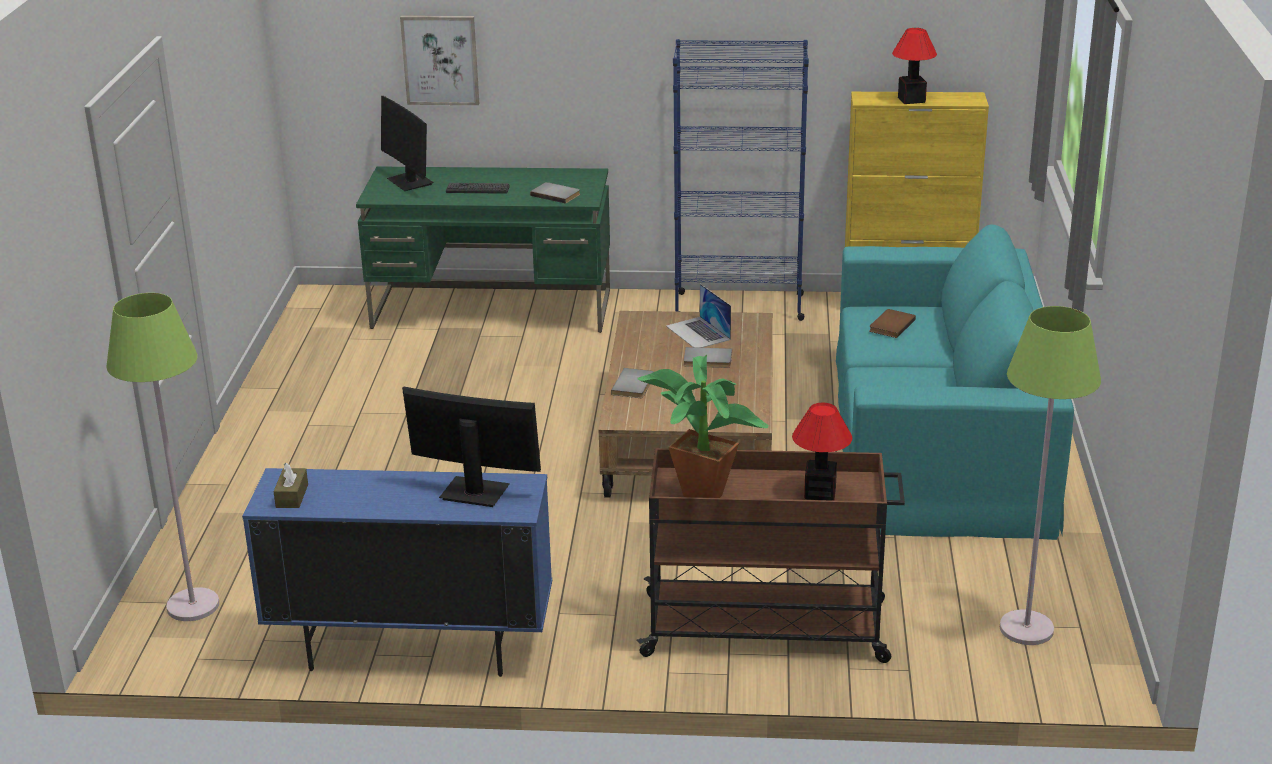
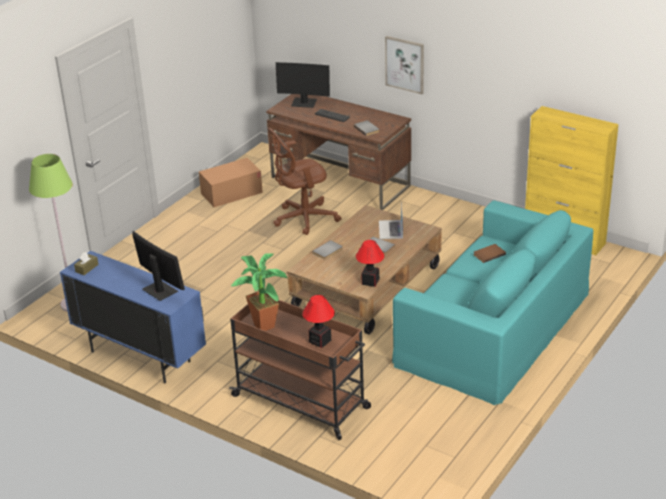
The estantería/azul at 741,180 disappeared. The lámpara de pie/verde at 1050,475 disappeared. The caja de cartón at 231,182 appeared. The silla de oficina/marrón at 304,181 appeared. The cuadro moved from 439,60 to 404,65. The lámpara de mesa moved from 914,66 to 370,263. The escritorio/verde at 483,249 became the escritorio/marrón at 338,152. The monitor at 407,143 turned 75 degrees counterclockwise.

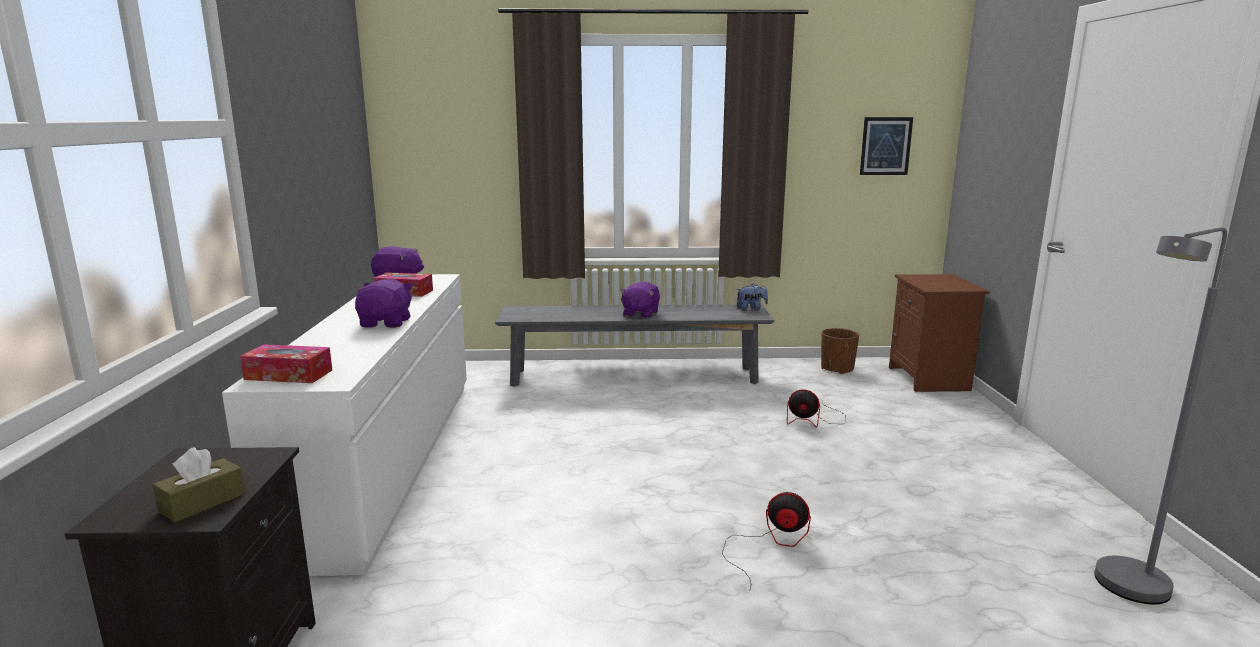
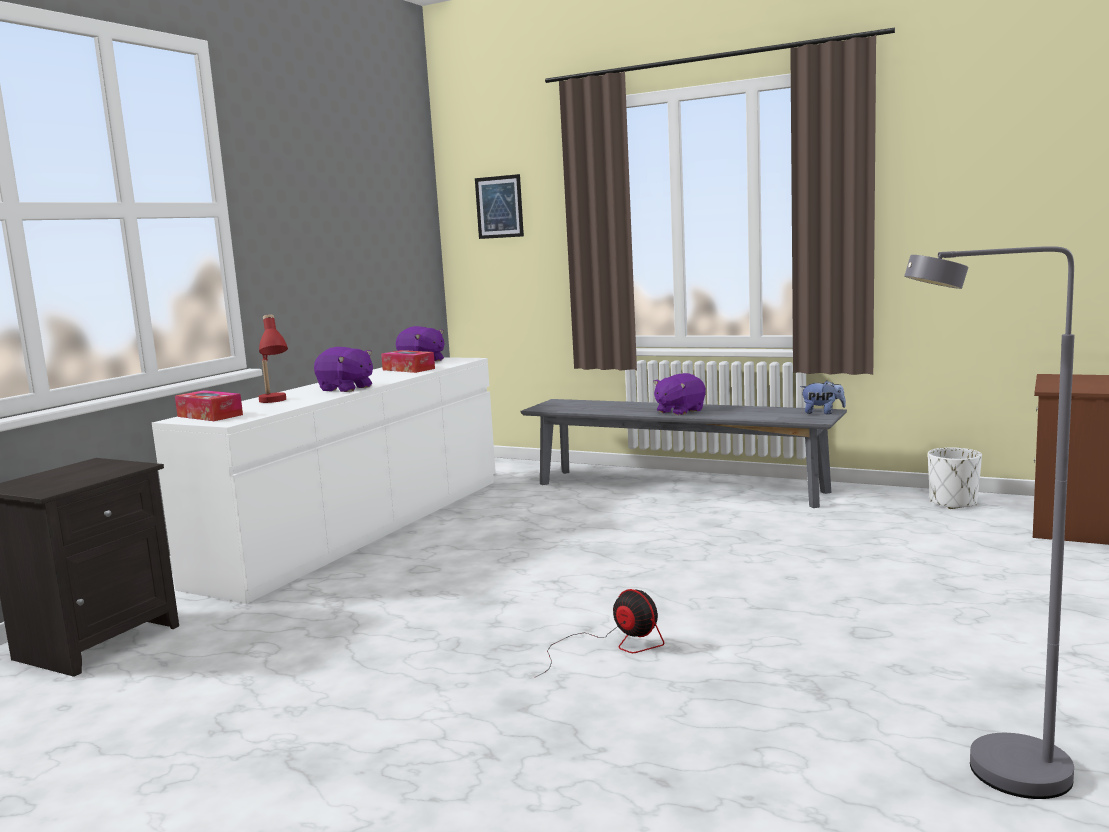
The caja de pañuelos/marrón at 199,484 disappeared. The ventilador at 816,408 disappeared. The lámpara de mesa/rojo at 273,358 appeared. The cuadro moved from 886,146 to 499,206. The maceta/marrón at 840,351 became the maceta/blanco at 955,478. The peluche/morado at 384,303 turned 90 degrees clockwise.

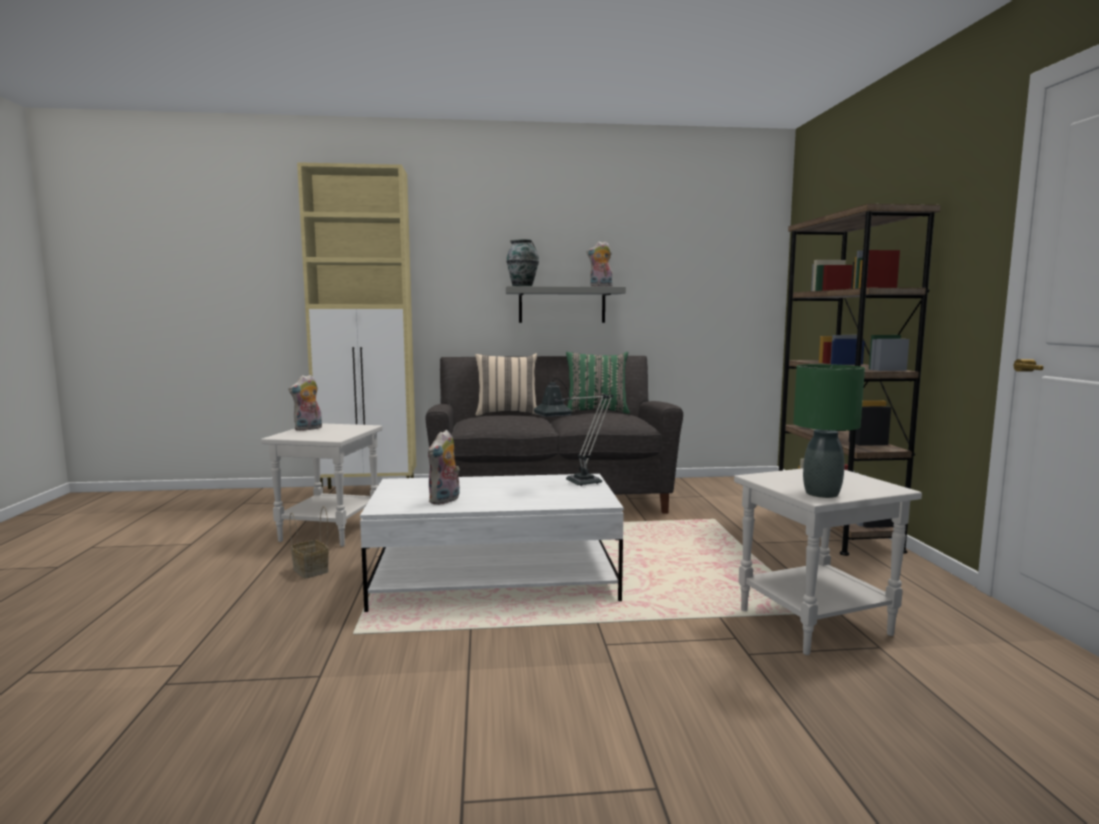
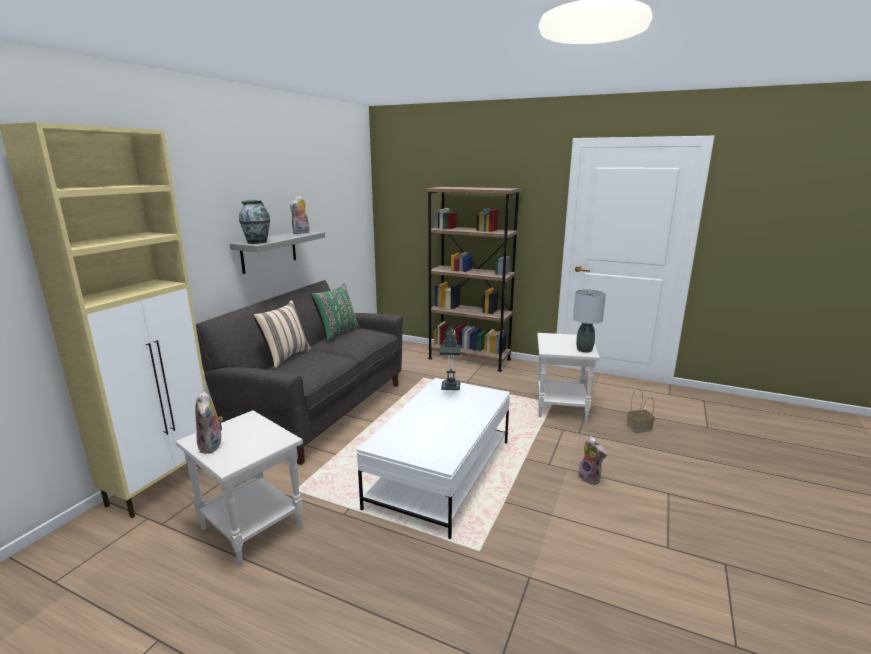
The cesta moved from 309,542 to 641,410. The peluche moved from 444,467 to 592,460. The lámpara de mesa/verde at 829,431 became the lámpara de mesa/gris at 589,321.

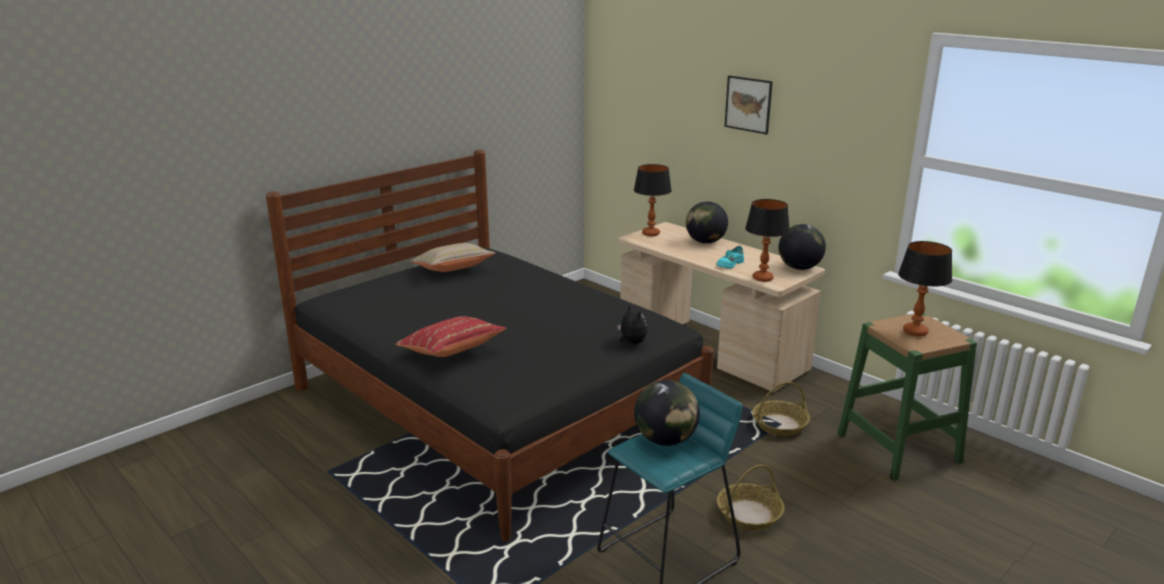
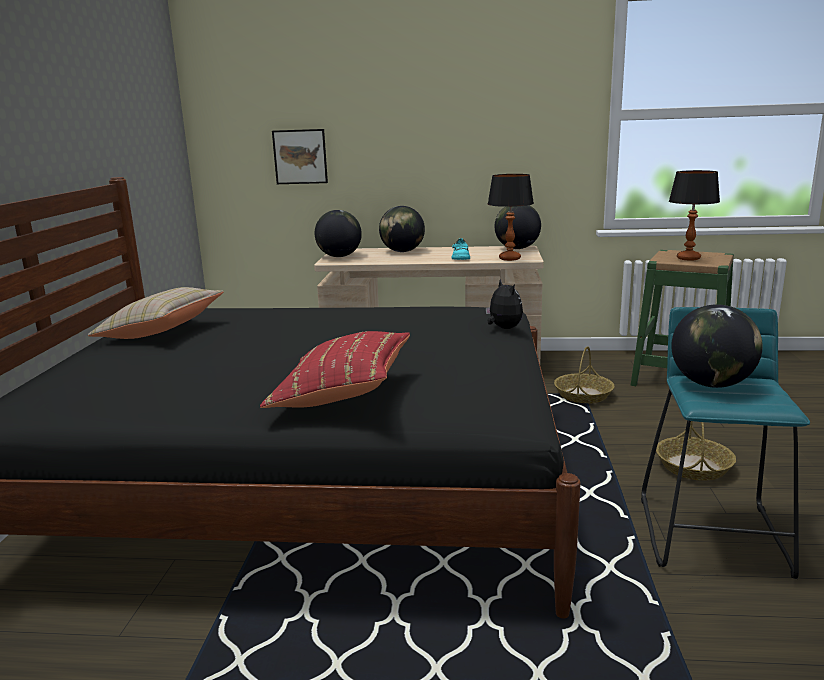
The cuadro moved from 748,105 to 300,156. The lámpara de mesa at 653,200 was replaced by the globo terráqueo at 338,233. The peluche at 632,324 turned 45 degrees clockwise.

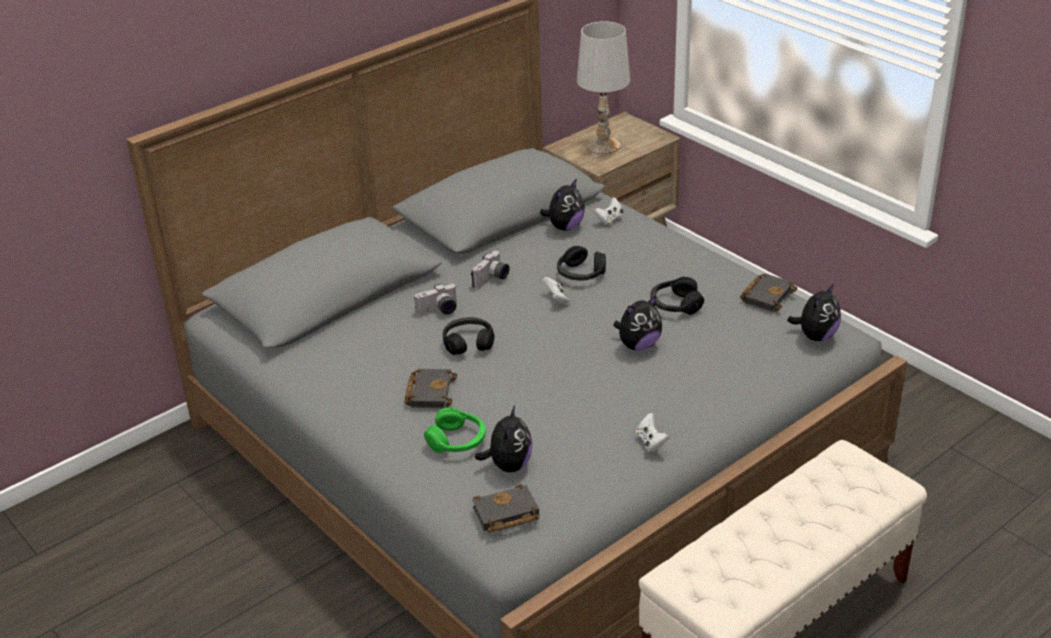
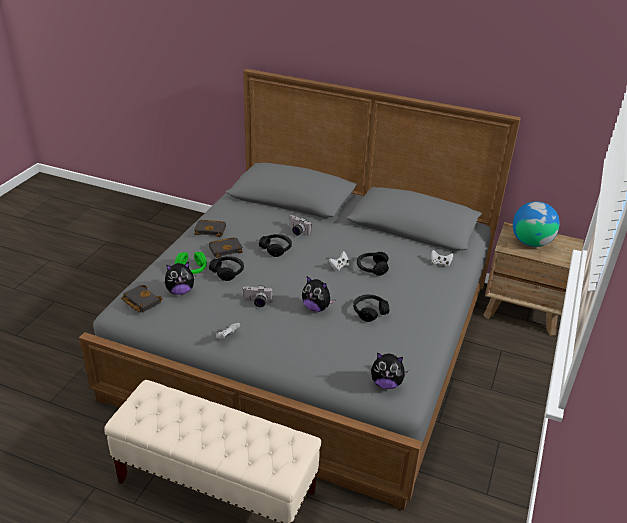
The peluche at 562,205 disappeared. The auriculares/negro at 226,268 appeared. The cámara moved from 490,270 to 258,296. The libro/negro moved from 769,293 to 210,228. The lámpara de mesa/blanco at 603,87 was replaced by the globo terráqueo at 536,224.

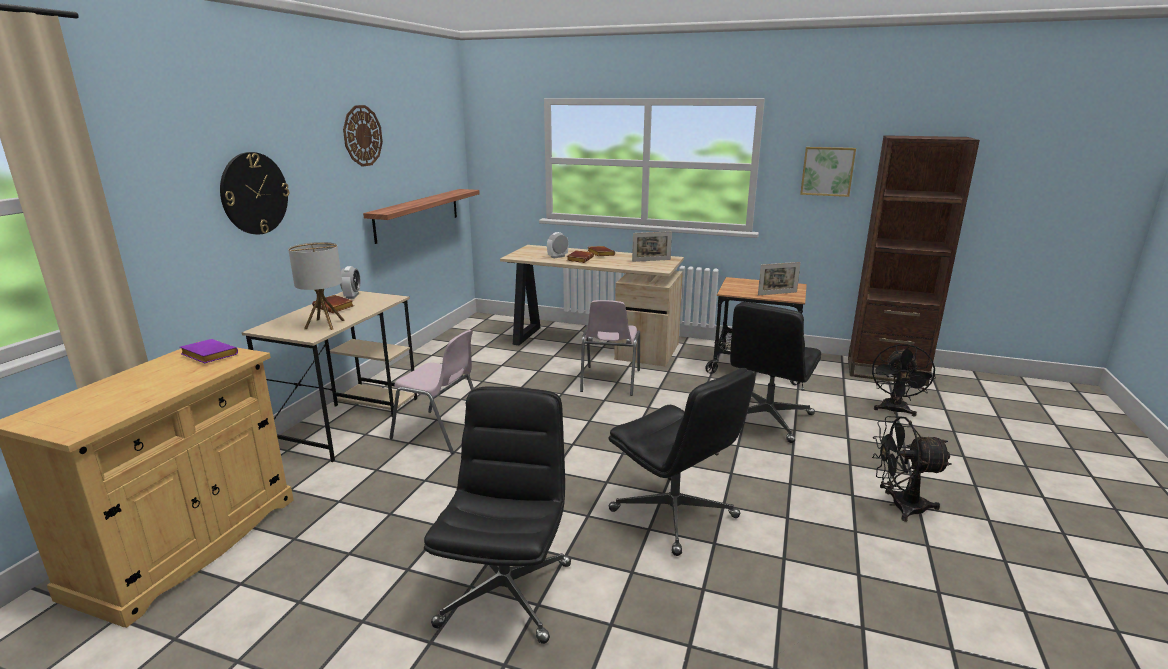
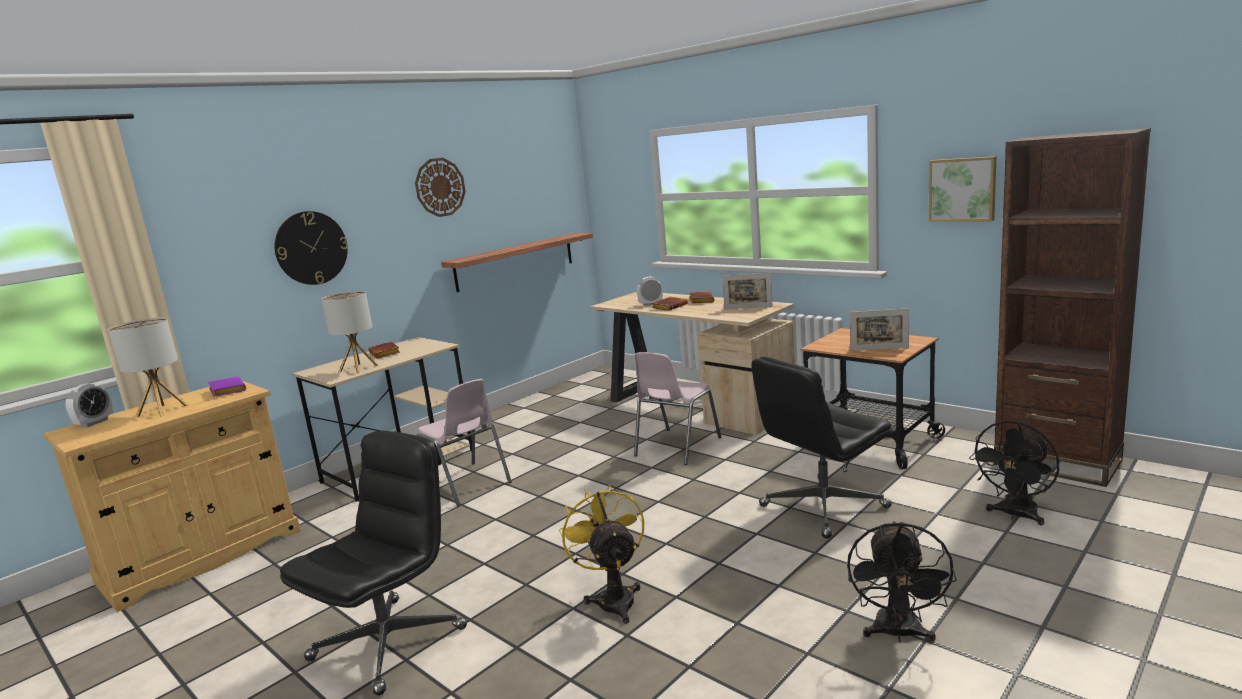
The lámpara de mesa at 148,367 appeared. The despertador moved from 350,282 to 89,405. The silla de oficina/negro at 682,462 was replaced by the ventilador/amarillo at 601,554. The ventilador/negro at 912,469 turned 105 degrees counterclockwise.

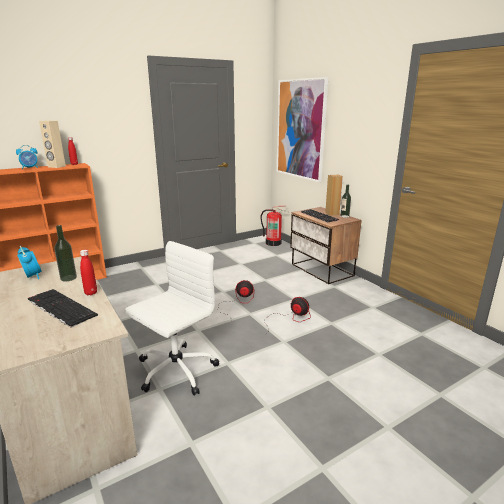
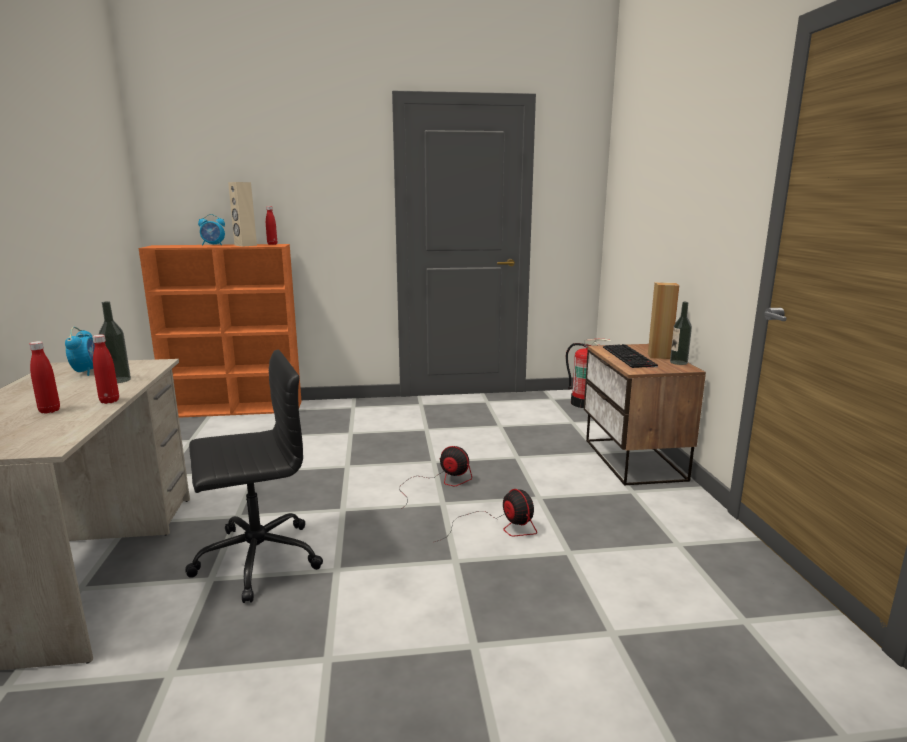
The cuadro at 302,129 disappeared. The teclado at 63,308 was replaced by the botella/rojo at 44,377. The silla de oficina/blanco at 172,318 became the silla de oficina/negro at 254,476.

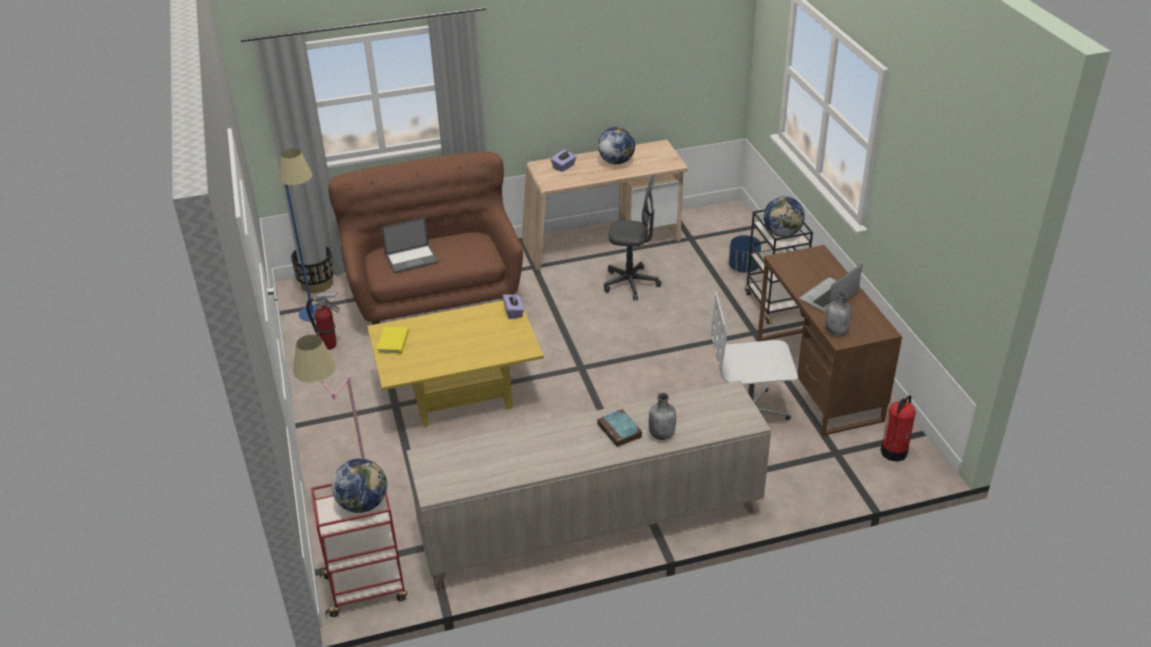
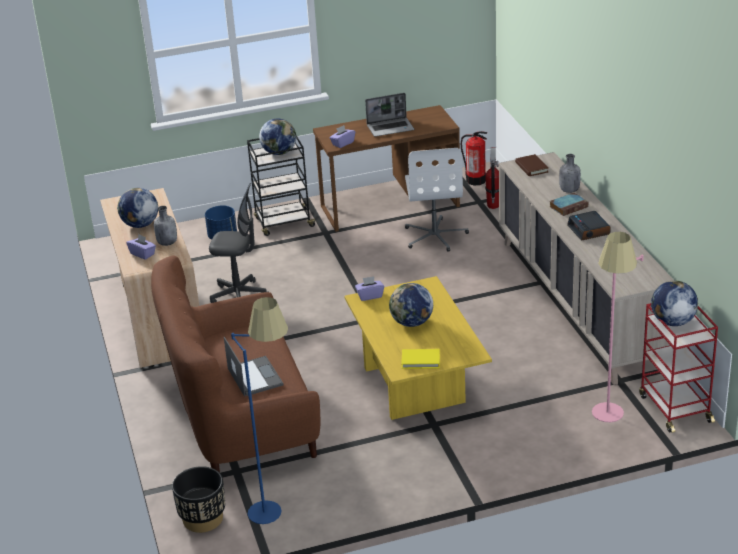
The caja de pañuelos/morado at 342,136 appeared. The globo terráqueo at 411,305 appeared. The libro/marrón at 531,165 appeared. The despertador at 589,226 appeared. The extintor moved from 323,321 to 492,178. The botella/gris moved from 838,313 to 165,226. The silla de oficina/gris at 632,238 turned 90 degrees clockwise. The portátil at 830,288 turned 60 degrees counterclockwise.

